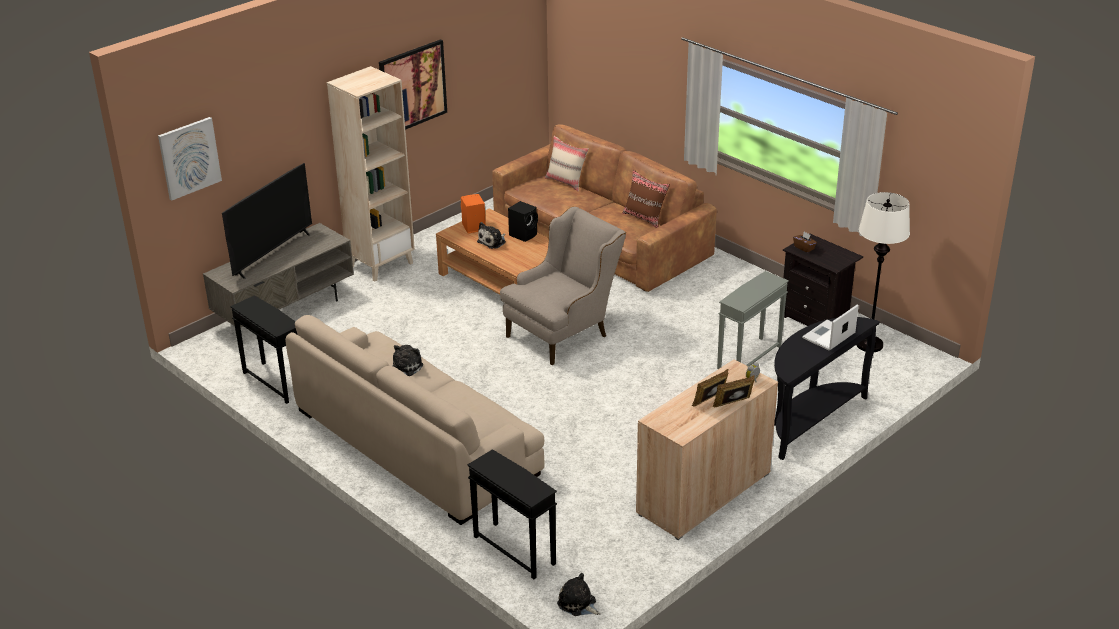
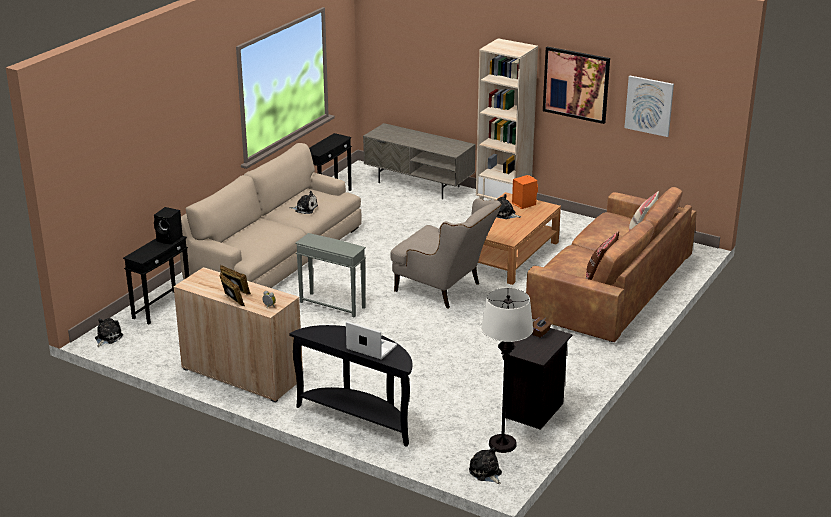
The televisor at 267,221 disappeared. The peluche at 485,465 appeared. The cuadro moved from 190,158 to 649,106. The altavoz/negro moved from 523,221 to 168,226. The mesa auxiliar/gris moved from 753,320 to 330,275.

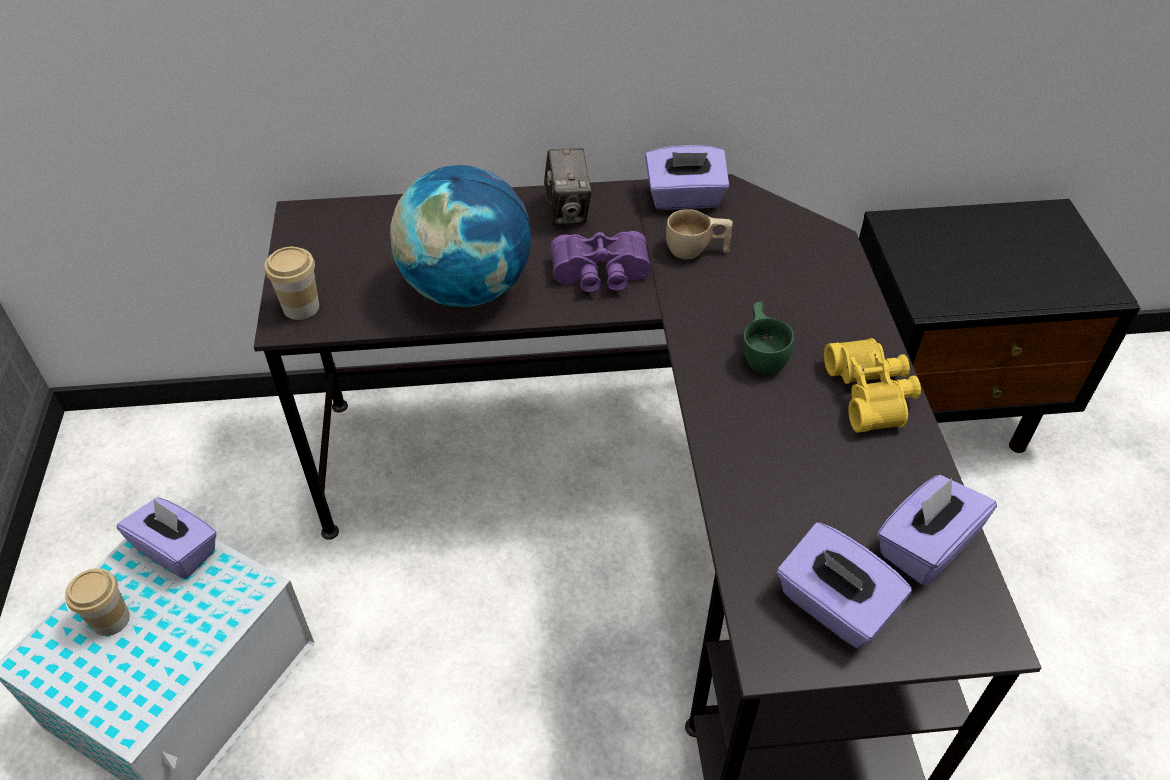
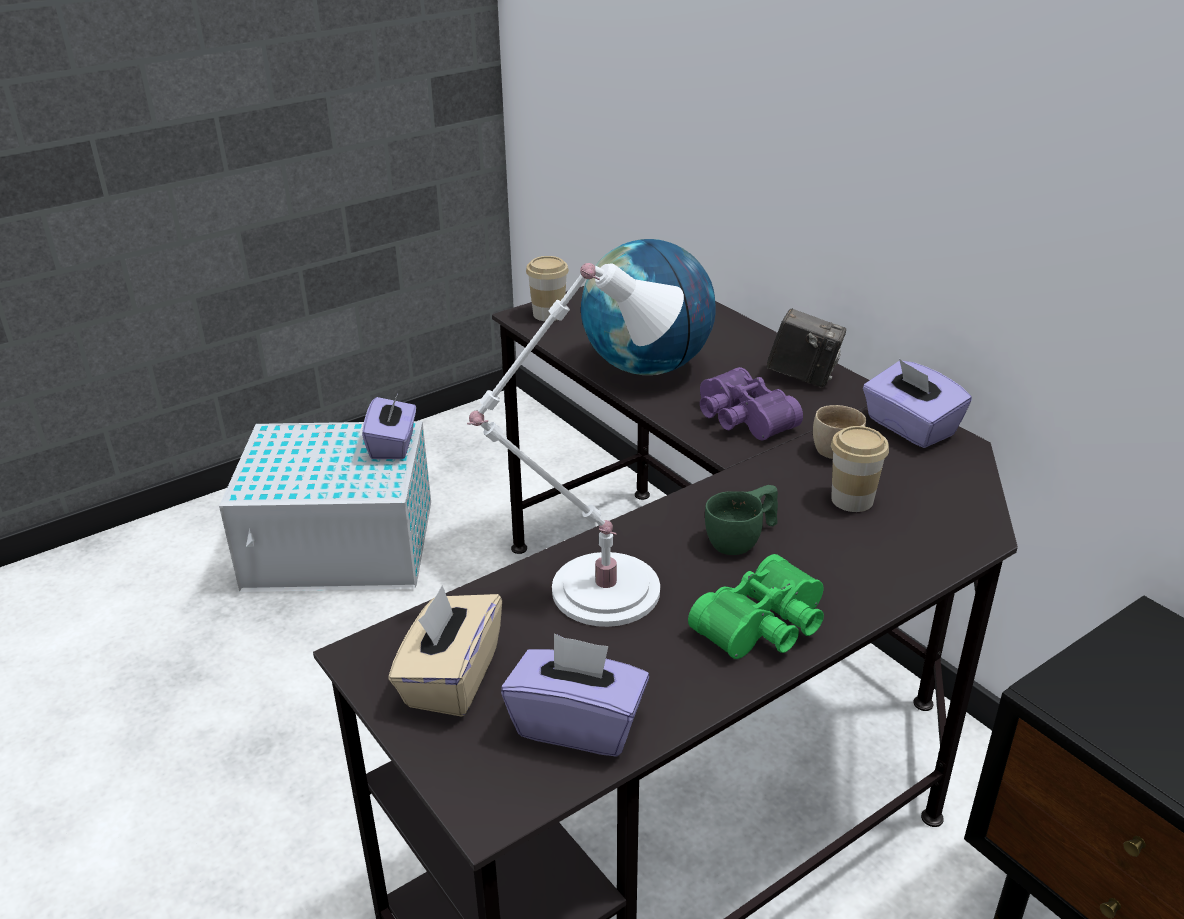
The lámpara de mesa/blanco at 575,445 appeared. The taza moved from 97,602 to 860,469. The caja de pañuelos/morado at 844,585 became the caja de pañuelos/beis at 445,651. The prismáticos/amarillo at 872,385 became the prismáticos/verde at 756,606. The cámara at 568,186 turned 120 degrees counterclockwise.

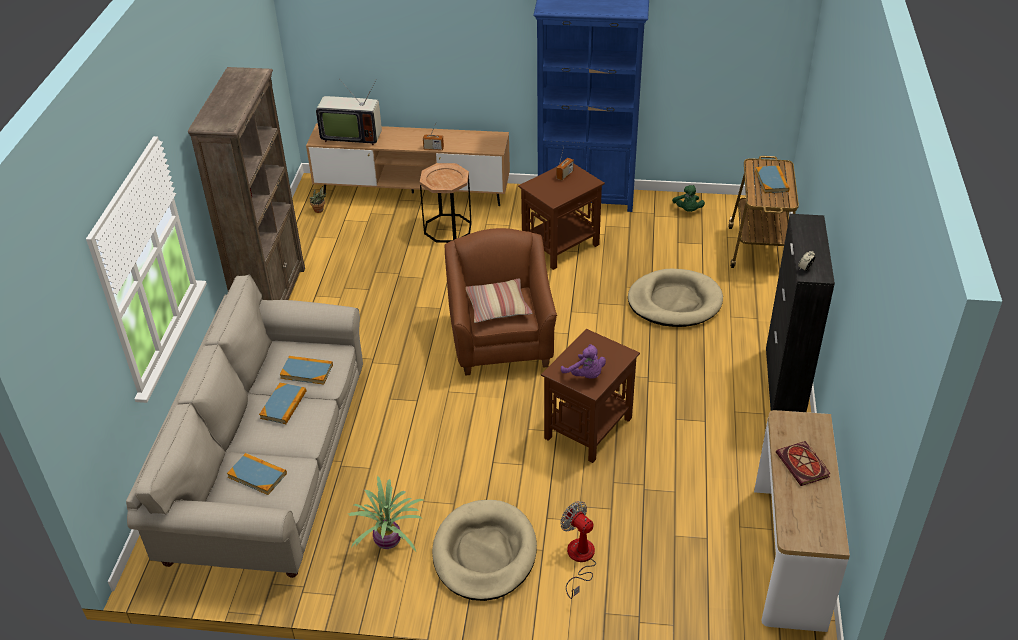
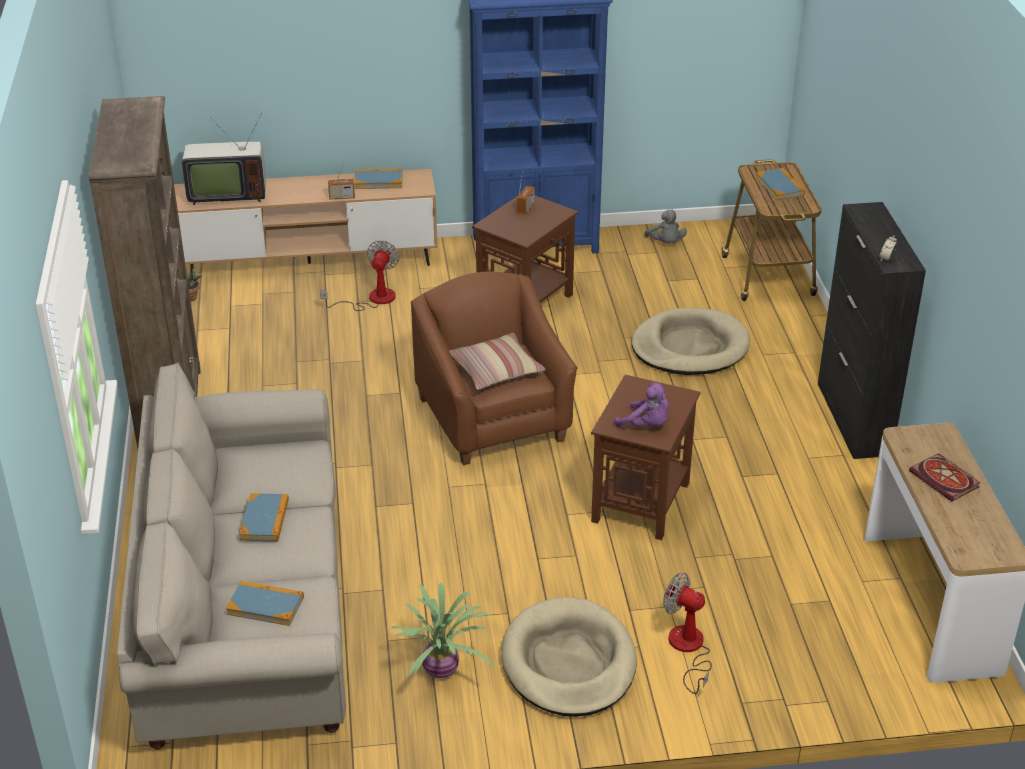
The libro moved from 306,370 to 378,179. The mesa auxiliar/marrón at 446,203 was replaced by the ventilador at 360,275. The peluche/verde at 688,198 became the peluche/gris at 665,227.

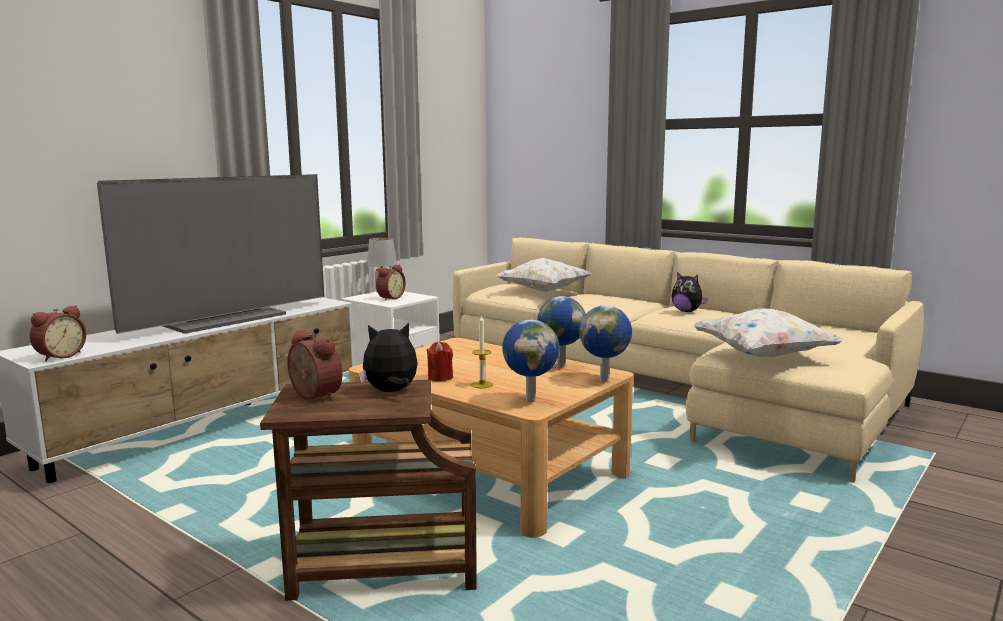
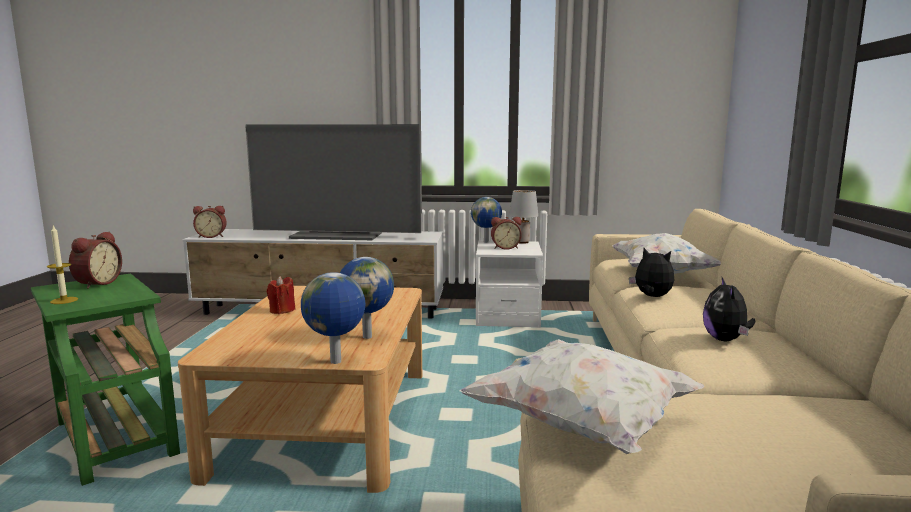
The peluche moved from 388,357 to 651,272. The vela moved from 482,352 to 62,264. The globo terráqueo moved from 531,361 to 486,220. The mesa auxiliar/marrón at 368,490 became the mesa auxiliar/verde at 105,380.

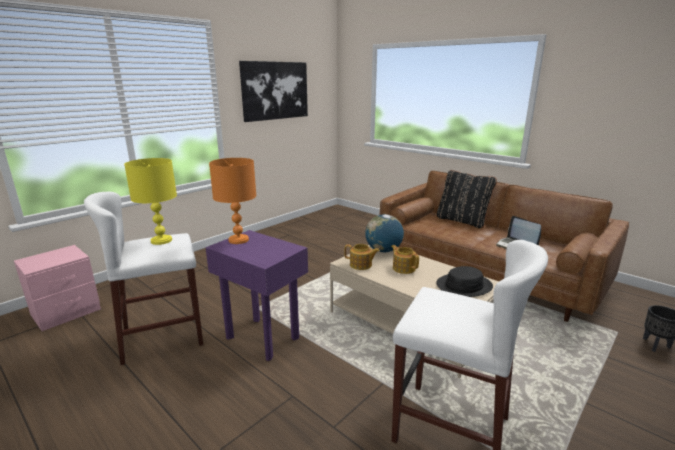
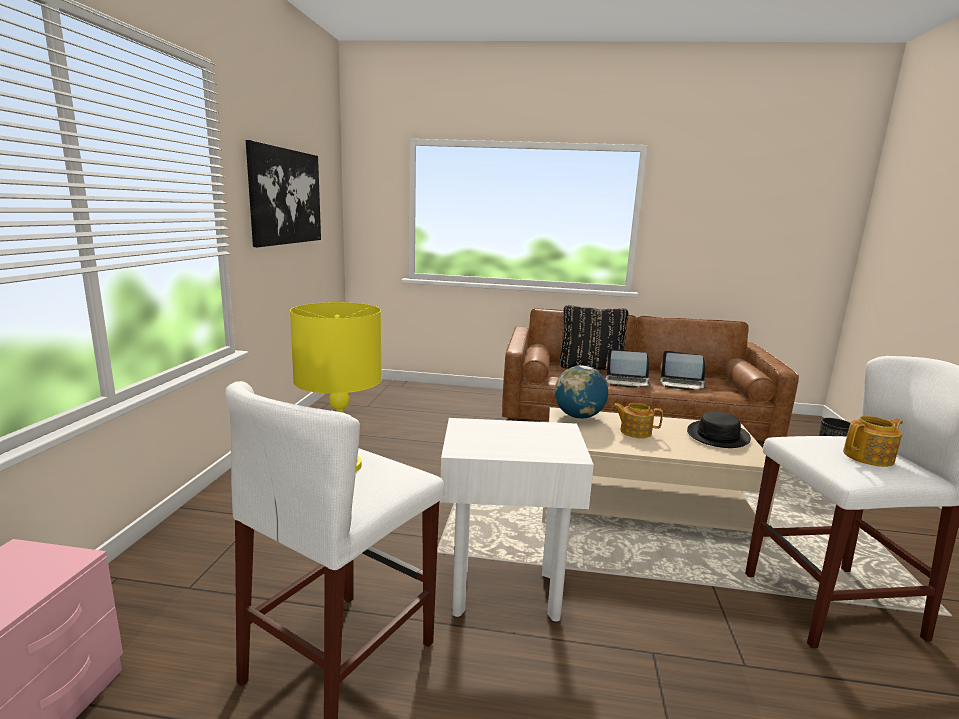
The lámpara de mesa/naranja at 233,201 disappeared. The portátil at 628,368 appeared. The tetera moved from 362,257 to 873,441. The mesa auxiliar/morado at 256,295 became the mesa auxiliar/blanco at 517,519.

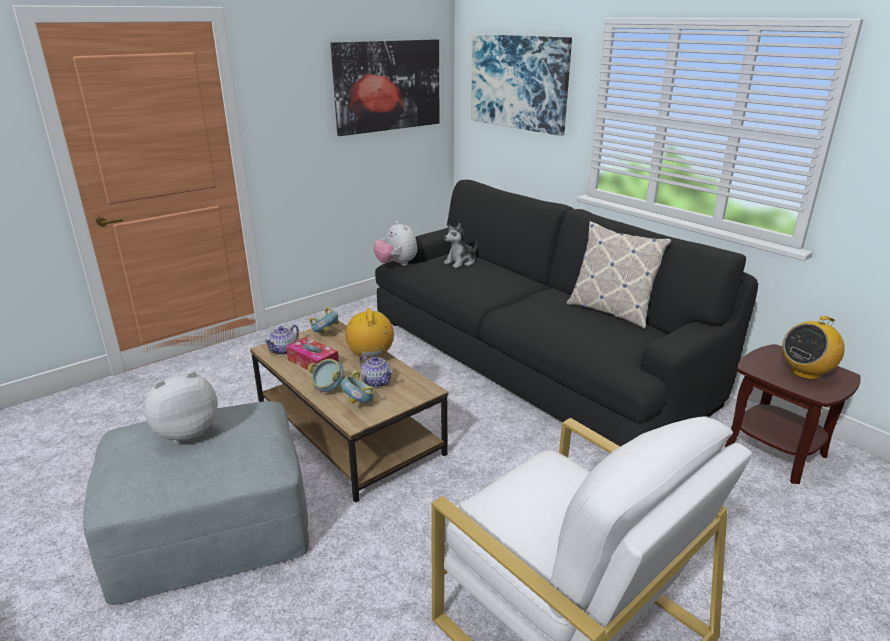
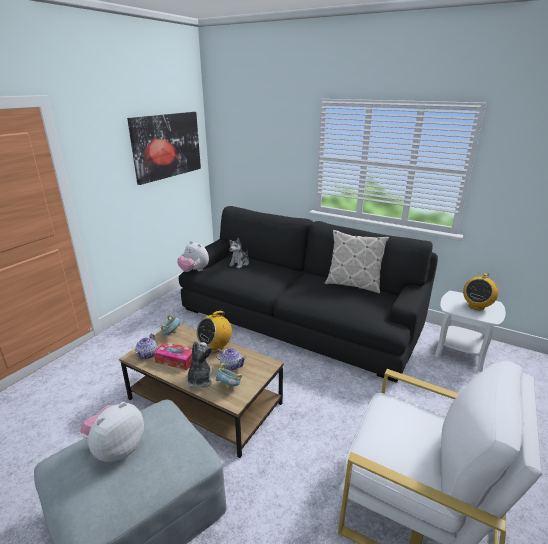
The cuadro at 521,85 disappeared. The cuenco at 326,375 was replaced by the peluche at 200,364. The mesa auxiliar/marrón at 793,414 became the mesa auxiliar/blanco at 470,331. The radio at 369,335 turned 105 degrees counterclockwise.

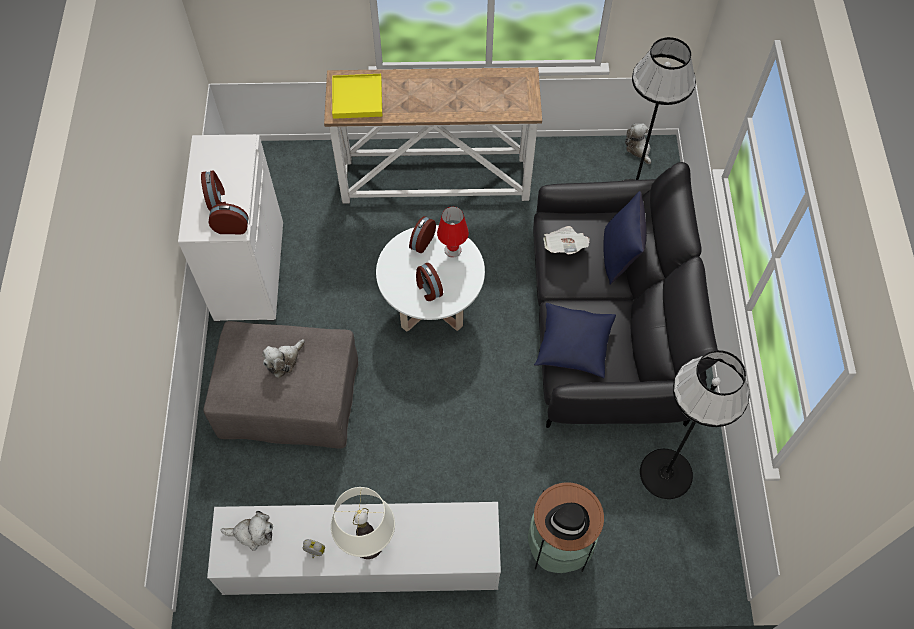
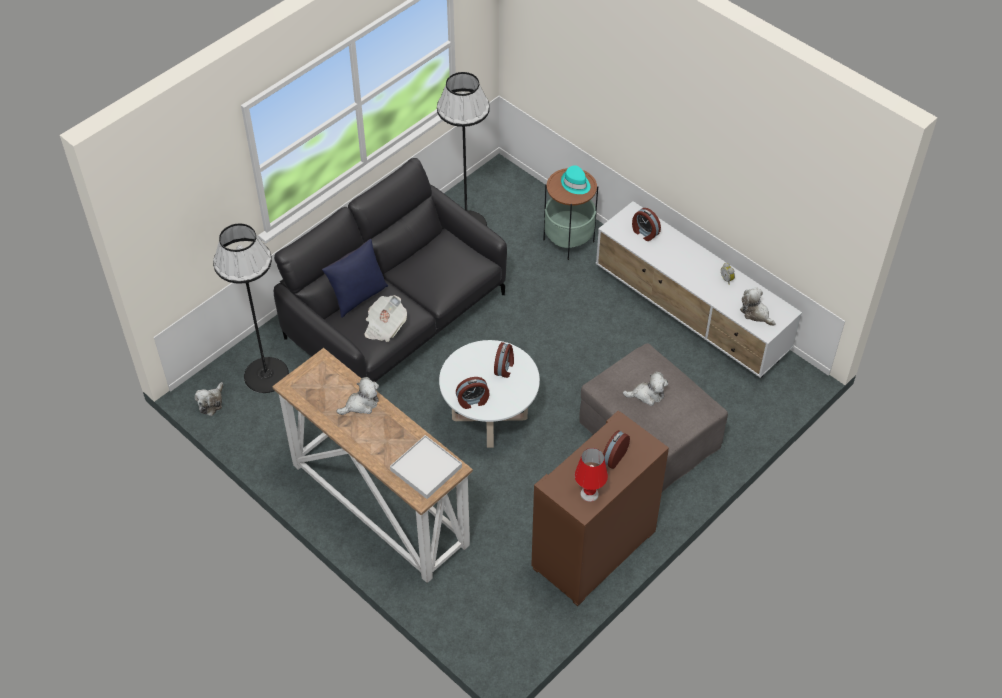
The lámpara de mesa/blanco at 363,523 disappeared. The cojín/azul at 575,340 disappeared. The peluche at 357,396 appeared. The despertador moved from 228,218 to 646,224. The lámpara de mesa/rojo moved from 453,232 to 591,475. The armario/blanco at 230,228 became the armario/marrón at 600,508. The bandeja/amarillo at 357,96 became the bandeja/blanco at 426,467. The sombrero/negro at 567,521 became the sombrero/turquesa at 575,179.

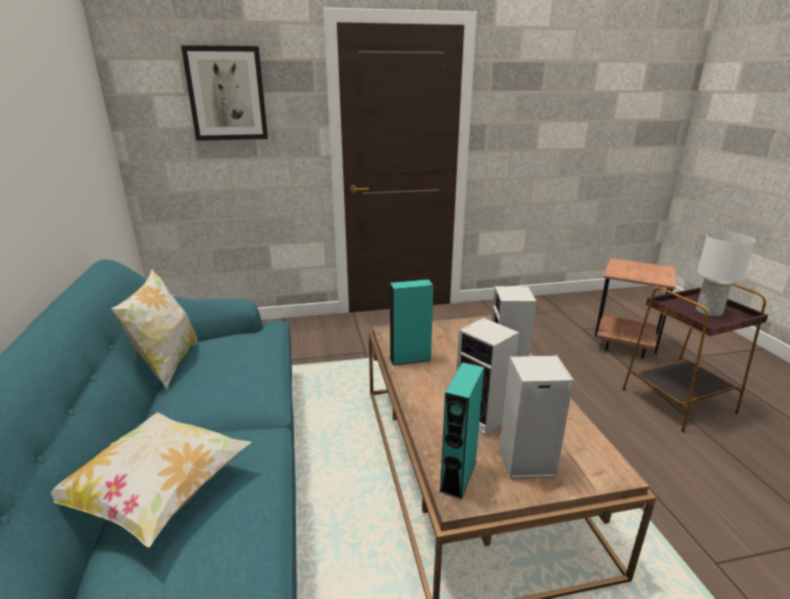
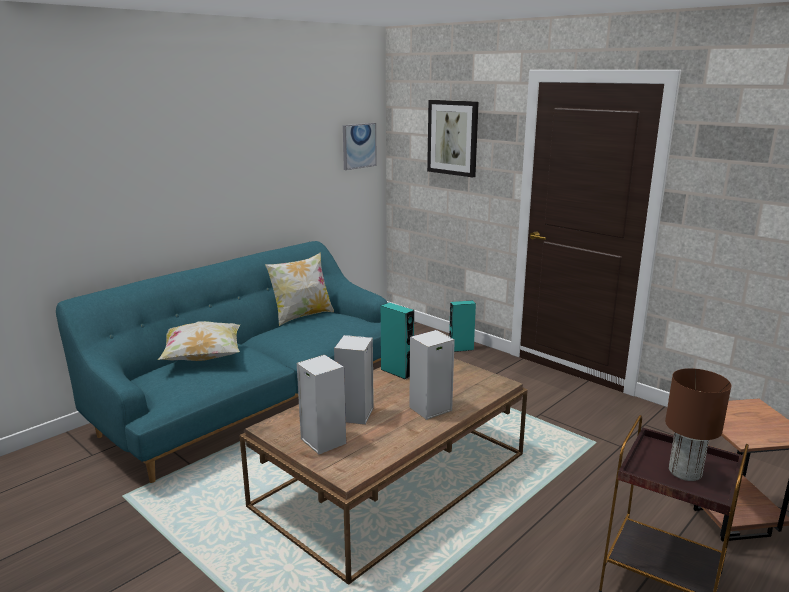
The cuadro at 360,146 appeared. The altavoz/turquesa moved from 461,431 to 462,326. The lámpara de mesa/blanco at 726,274 became the lámpara de mesa/marrón at 698,424.

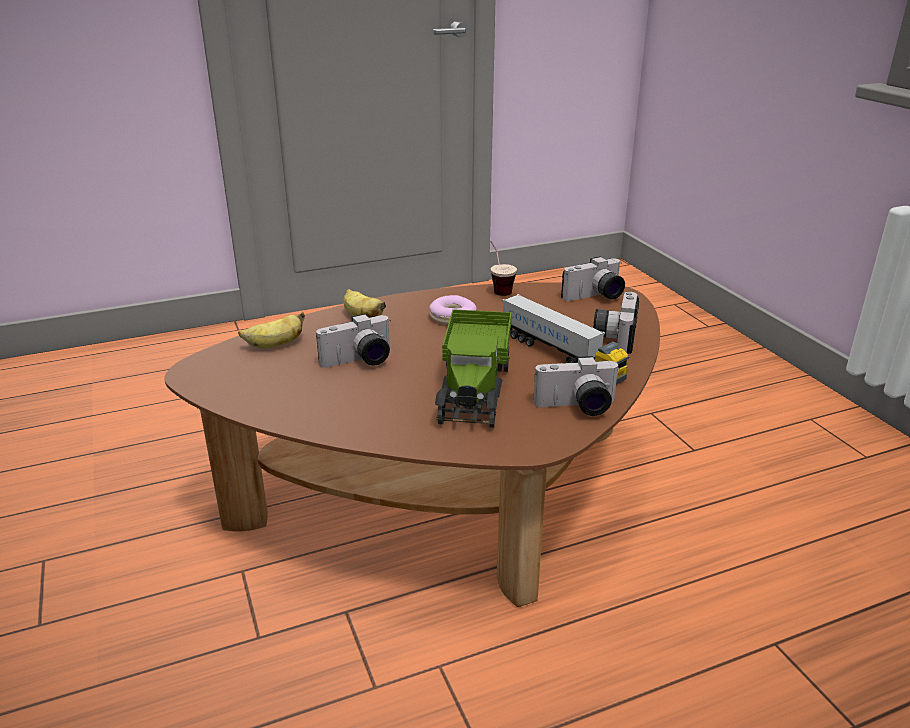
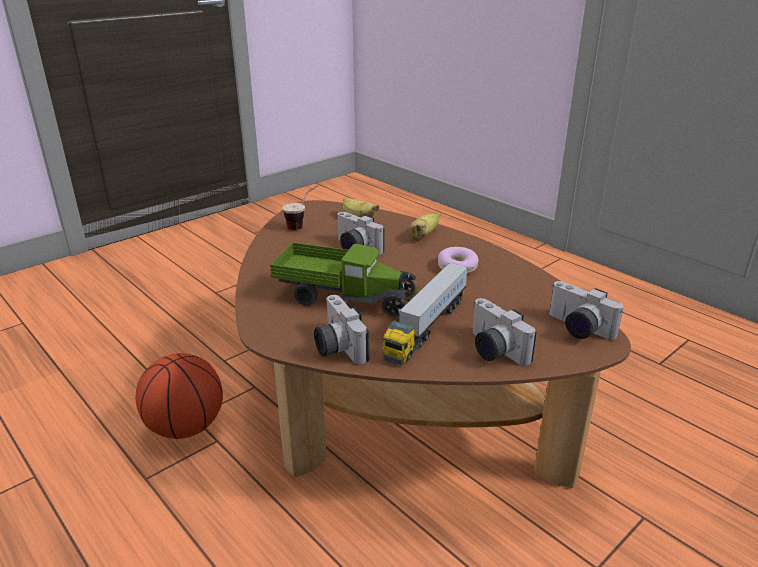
The balón de baloncesto at 179,396 appeared. The taza moved from 503,268 to 300,208. The camión de juguete at 473,368 turned 150 degrees counterclockwise. The cámara at 616,323 turned 120 degrees counterclockwise.

